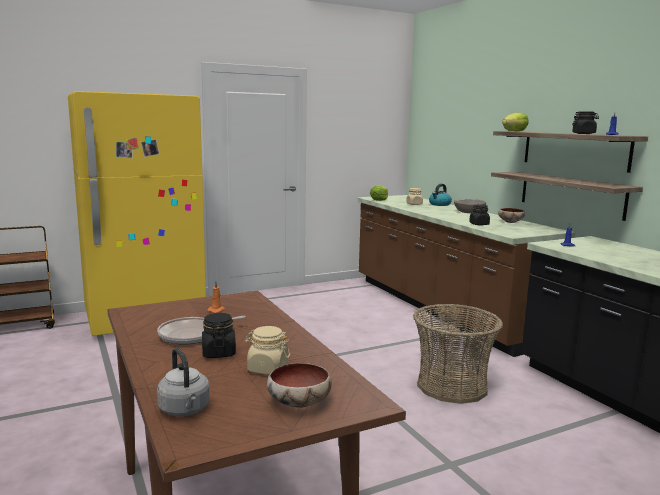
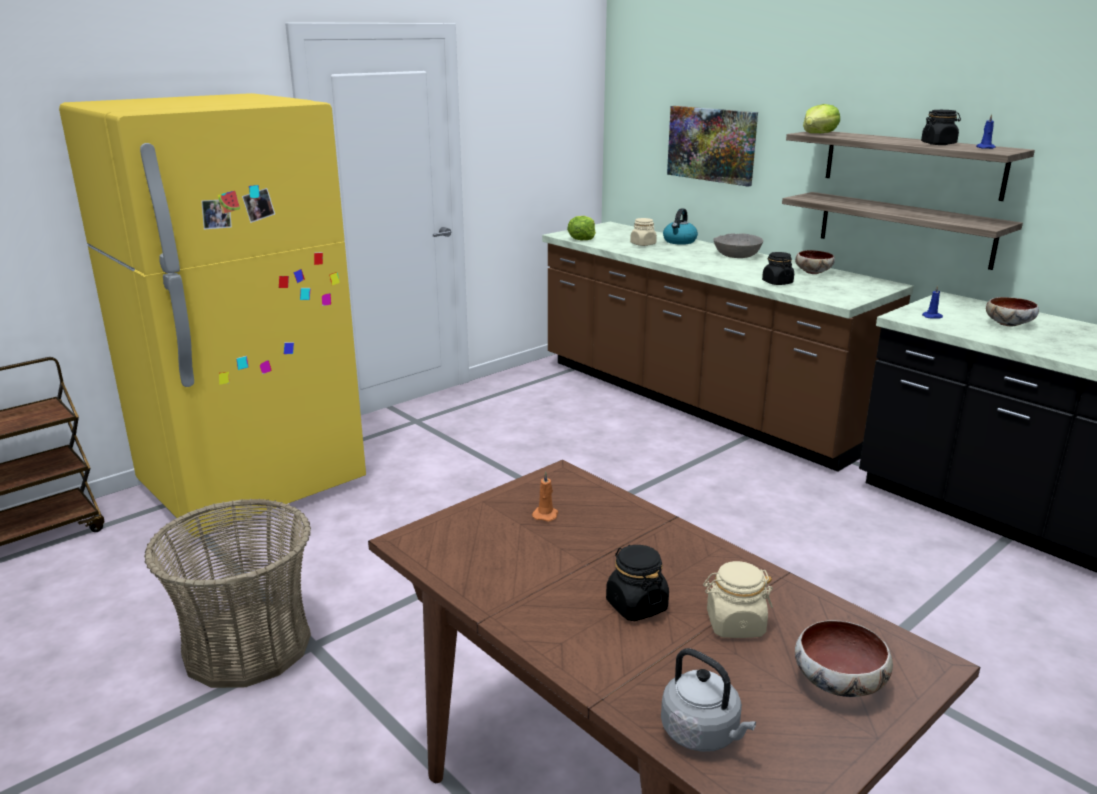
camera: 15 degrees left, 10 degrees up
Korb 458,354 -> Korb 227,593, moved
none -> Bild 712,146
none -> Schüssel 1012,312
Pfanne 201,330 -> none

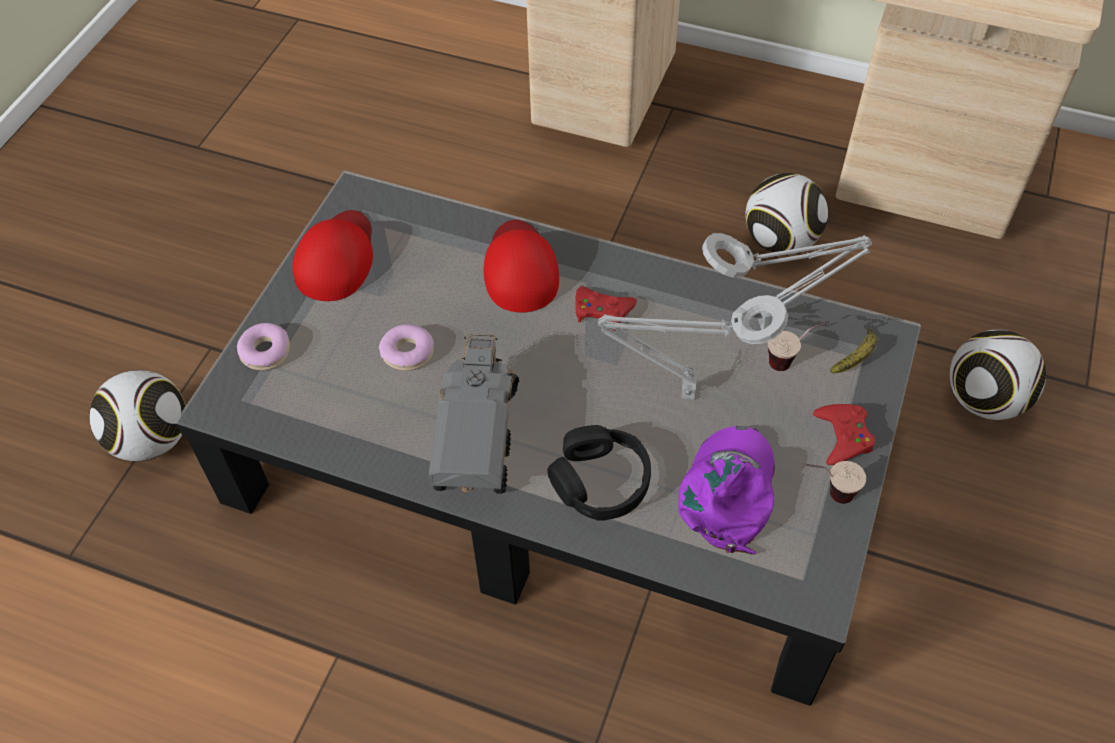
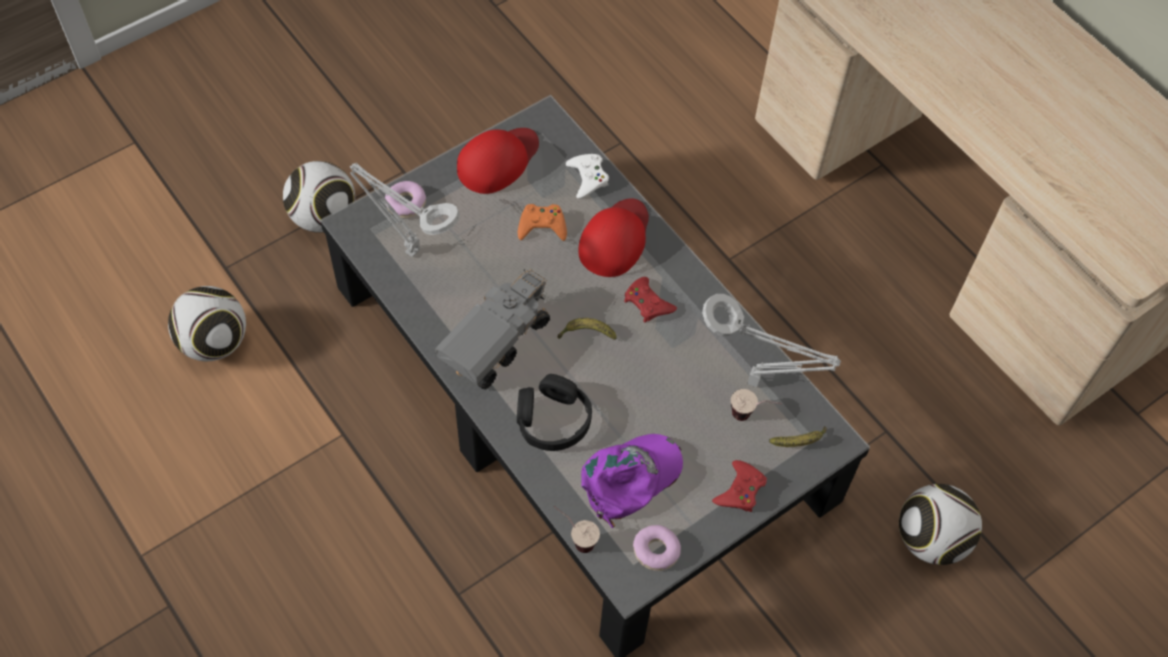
camera: 30 degrees right, 5 degrees up
Fußball 786,214 -> Fußball 207,323, moved
Tischlampe [grau] 693,347 -> Tischlampe [grau] 405,210, moved
none -> Gamepad [orange] 542,222
Tasse 835,482 -> Tasse 577,529, moved
none -> Banane 587,329
none -> Gamepad [weiß] 587,176
Donut 406,347 -> Donut 657,548, moved

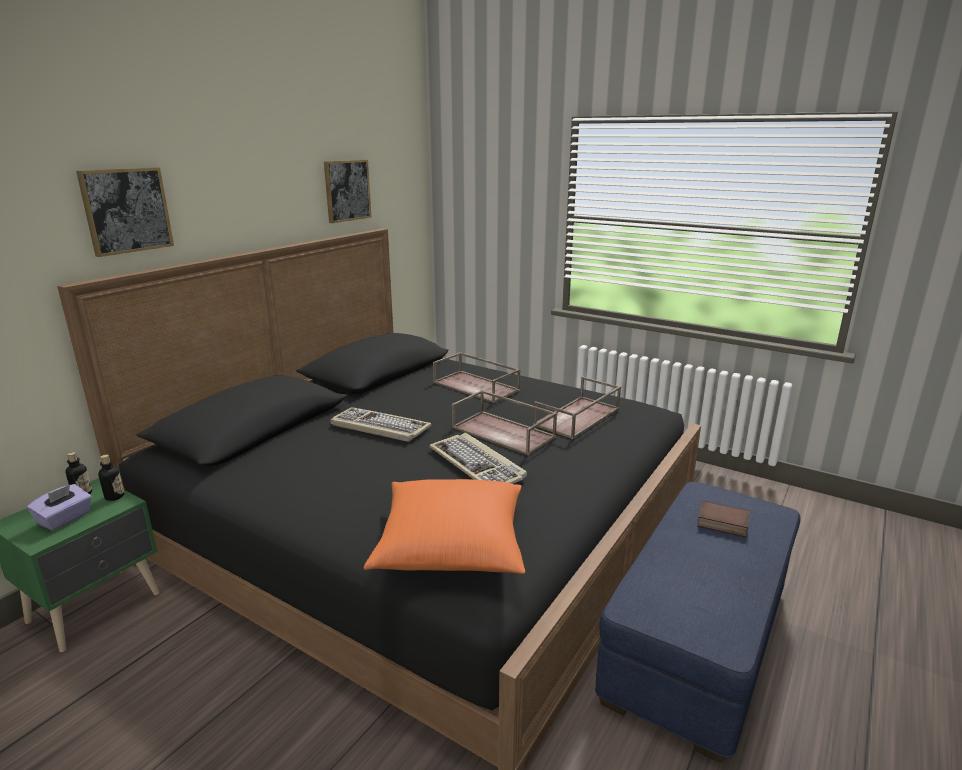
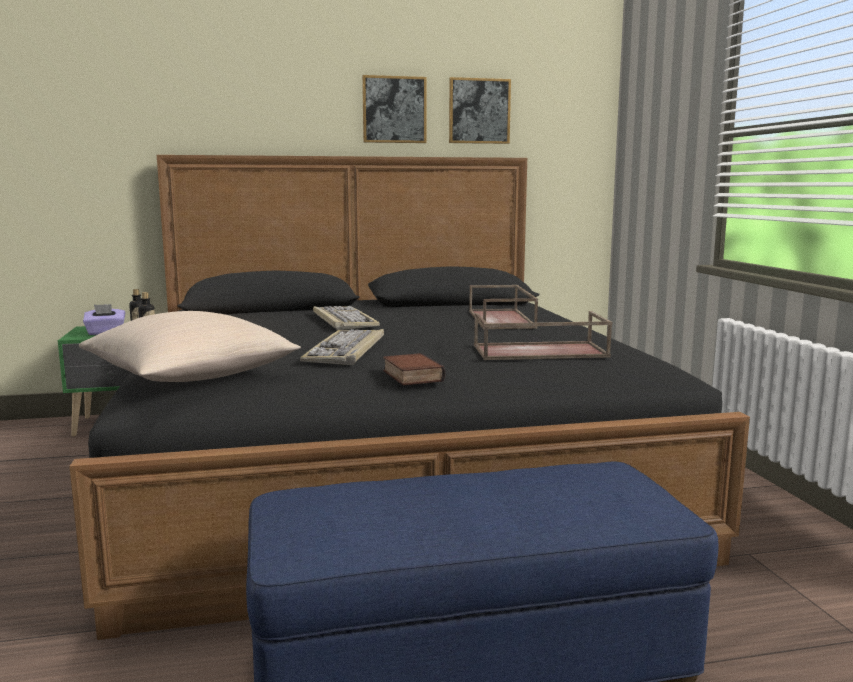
camera: 45 degrees right, 10 degrees down
Kissen [orange] 444,526 -> Kissen [beige] 190,346
Bild 125,212 -> Bild 394,109, moved
Buch 723,518 -> Buch 414,369, moved
Tablett [braun] 504,423 -> none

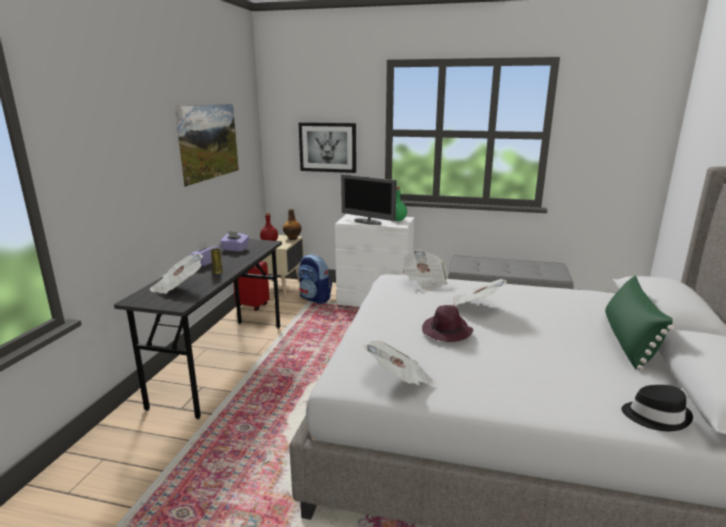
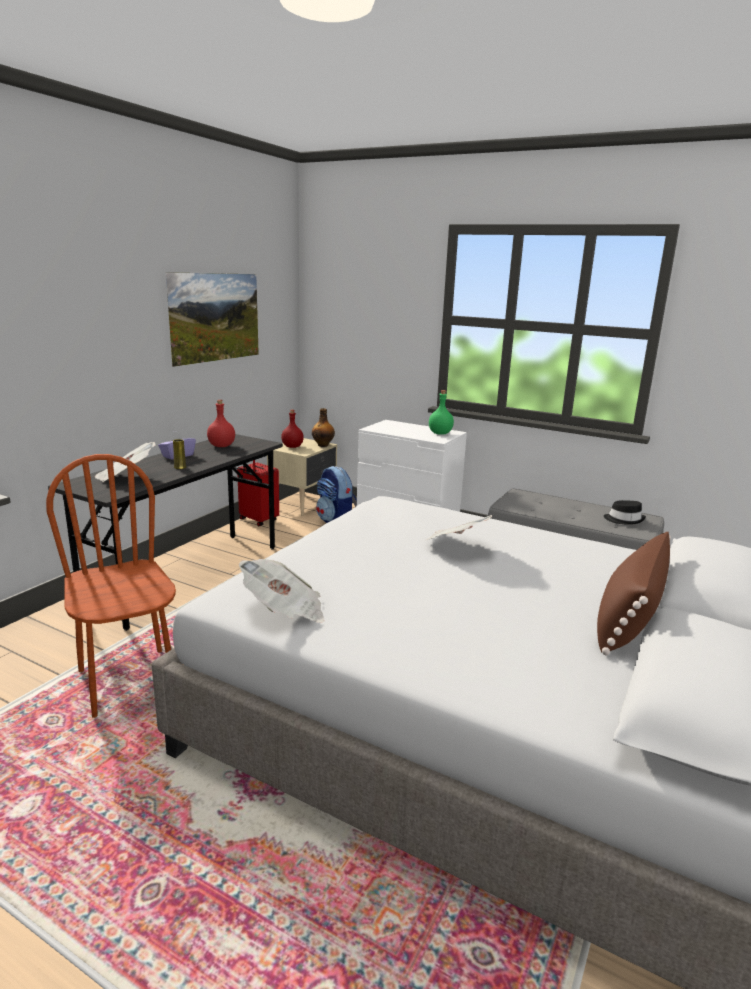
camera: 15 degrees right, 0 degrees up
none -> Stuhl [braun] 111,586
Taschentuchbox [lila] 234,241 -> Flasche [rot] 221,423
Kissen [grün] 639,323 -> Kissen [braun] 634,593
Hut [schwarz] 657,408 -> Hut [schwarz] 625,512, moved
Bild 327,147 -> none
Monitor 369,199 -> none
Zeitung 425,271 -> none
Hut [lila] 447,323 -> none

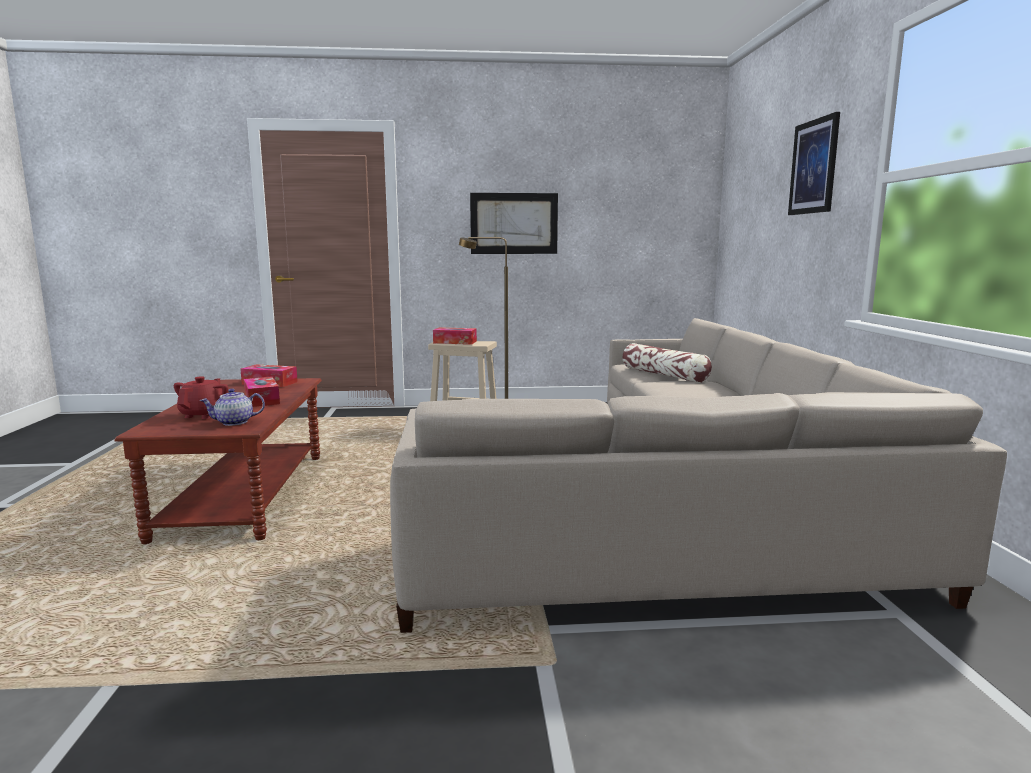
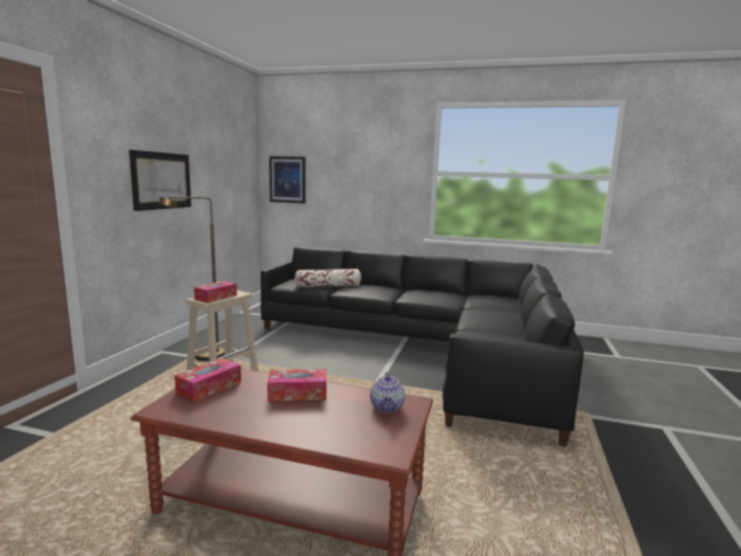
camera: 70 degrees left, 0 degrees up
Sofa [beige] 698,475 -> Sofa [schwarz] 422,347
Bild 814,163 -> Bild 287,180, moved
Teekanne [rot] 201,397 -> none

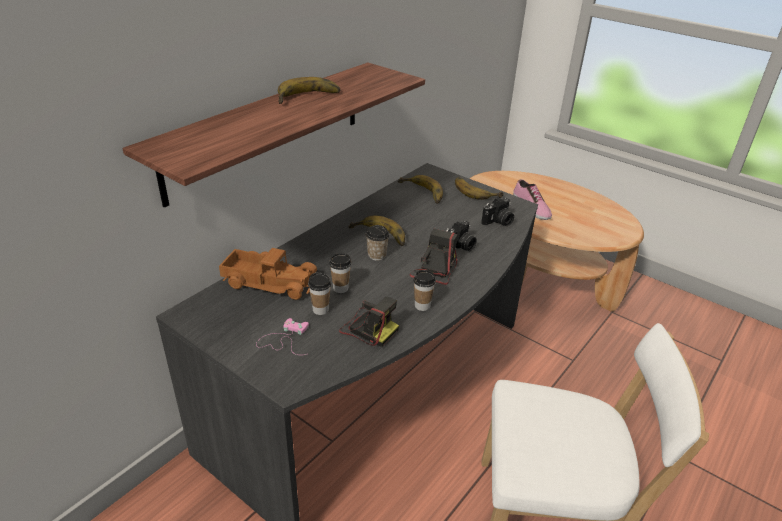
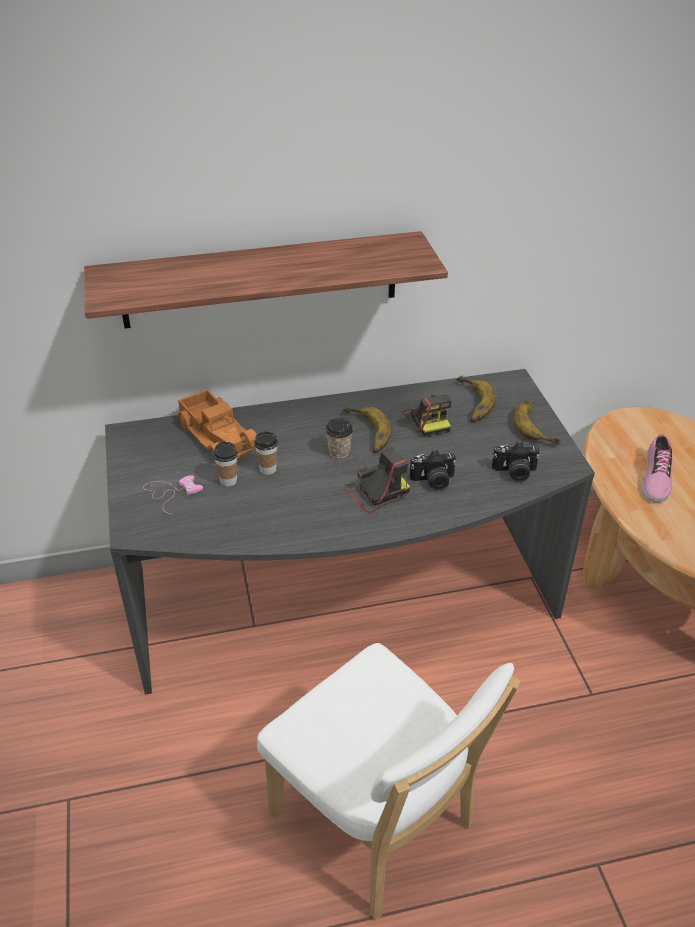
camera: 40 degrees right, 5 degrees up
Kamera 369,322 -> Kamera 427,415, moved
Banane 309,90 -> none
Tasse 424,290 -> none

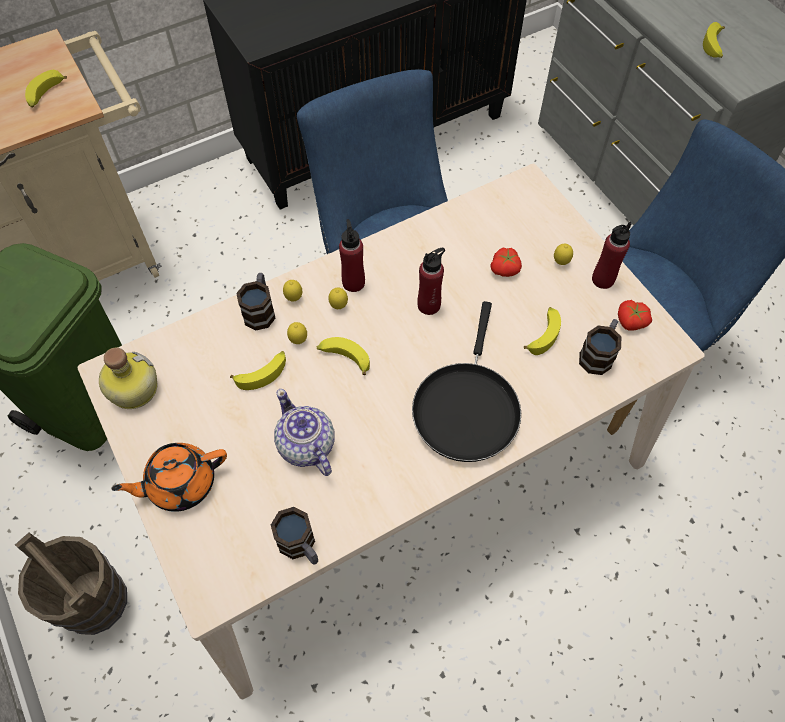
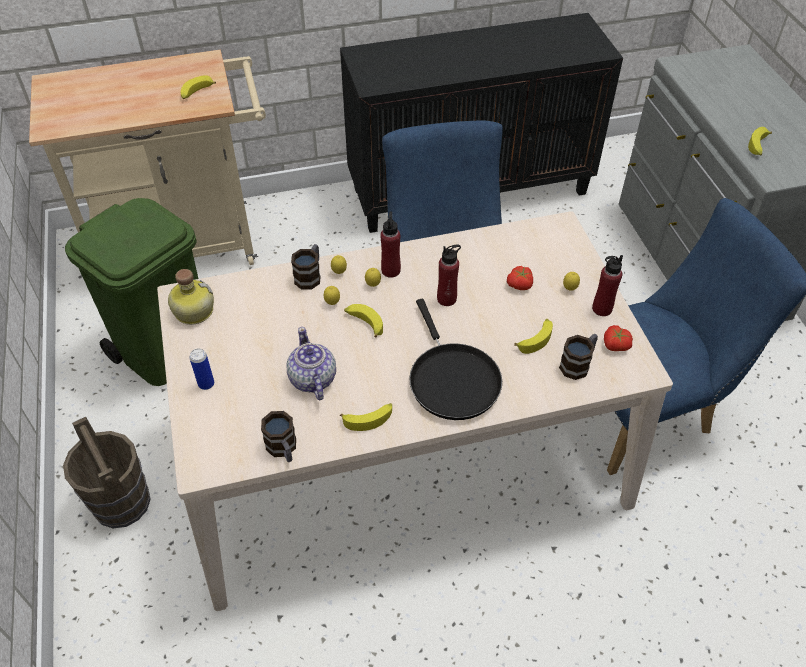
camera: 15 degrees right, 10 degrees down
Teekanne [orange] 169,477 -> Dose 201,369
Banane 258,370 -> Banane 366,417, moved
Pfanne [schwarz] 466,381 -> Pfanne [schwarz] 455,359, 45 degrees counterclockwise

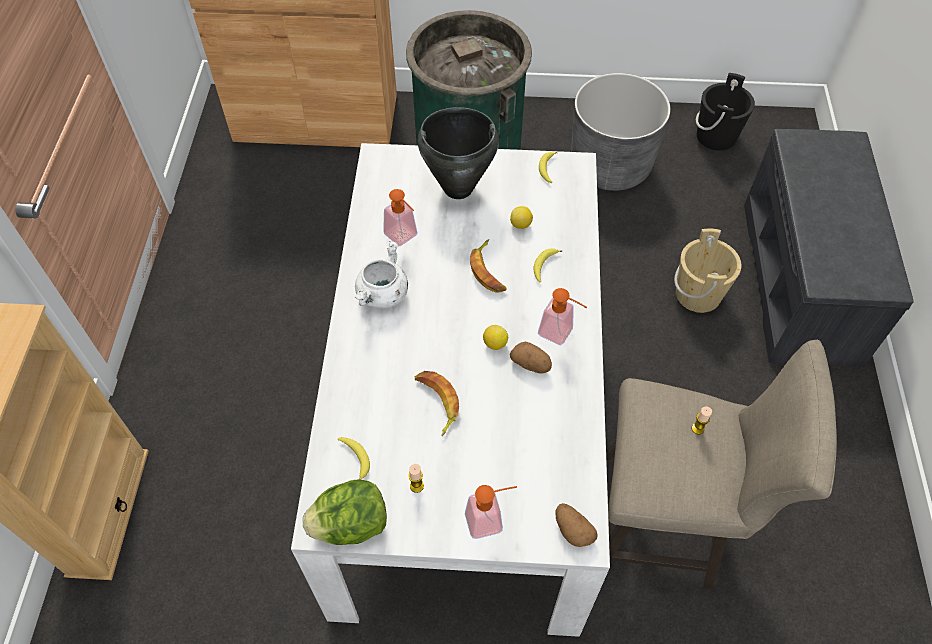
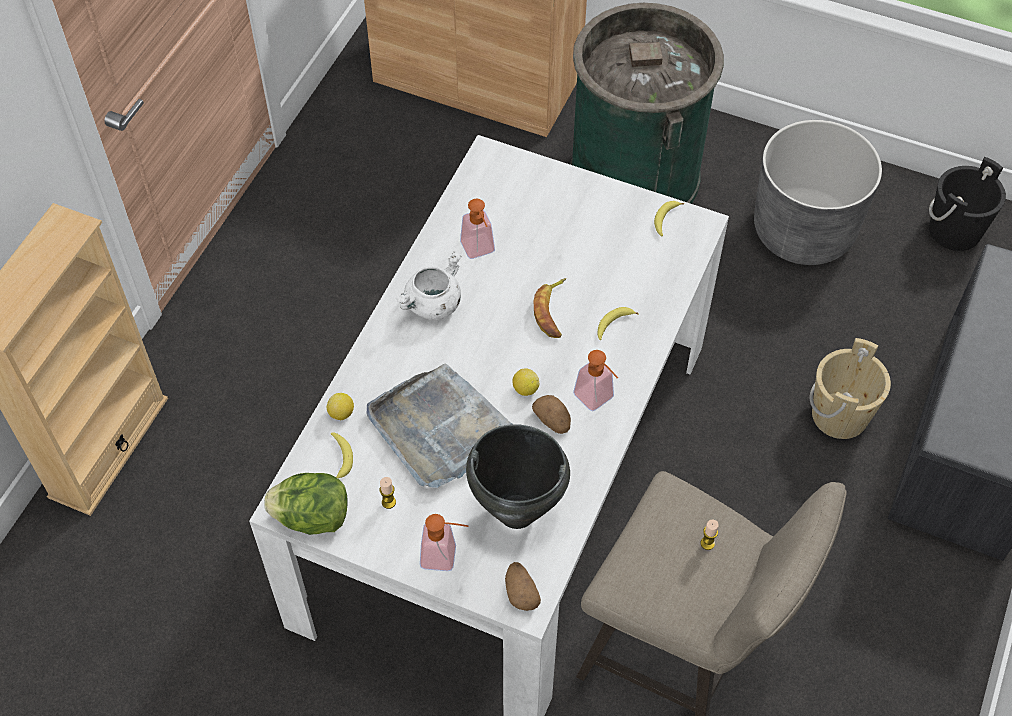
camera: 20 degrees right, 0 degrees up
Zitrone 521,217 -> Zitrone 340,406, moved
Banane 437,403 -> Tablett [grau] 439,426
Kochtopf [schwarz] 458,153 -> Kochtopf [schwarz] 518,476, moved

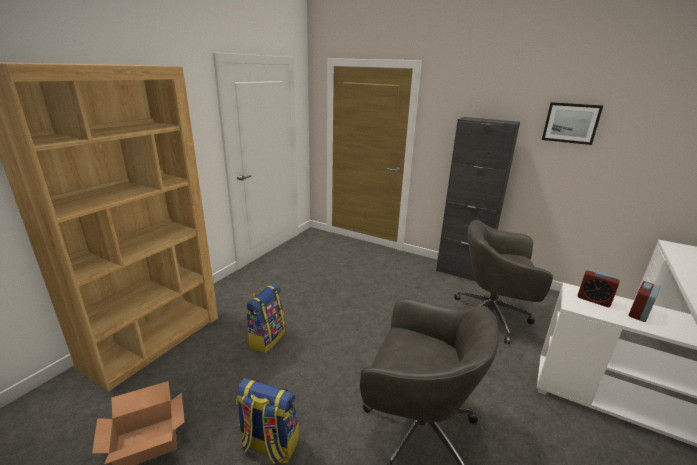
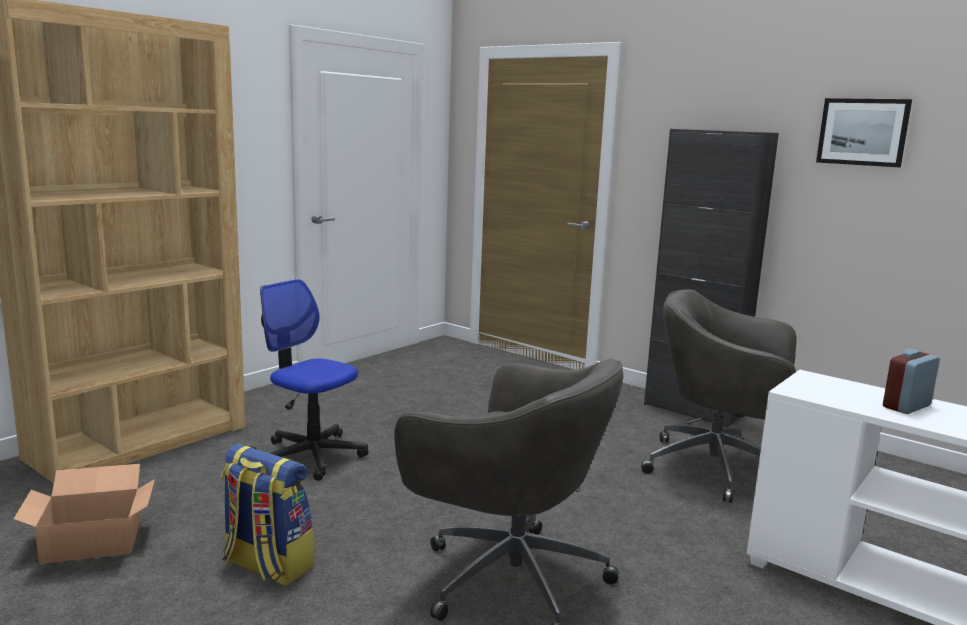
camera: 10 degrees right, 10 degrees down
Rucksack 265,318 -> Bürostuhl 314,380
Wecker 599,288 -> none

